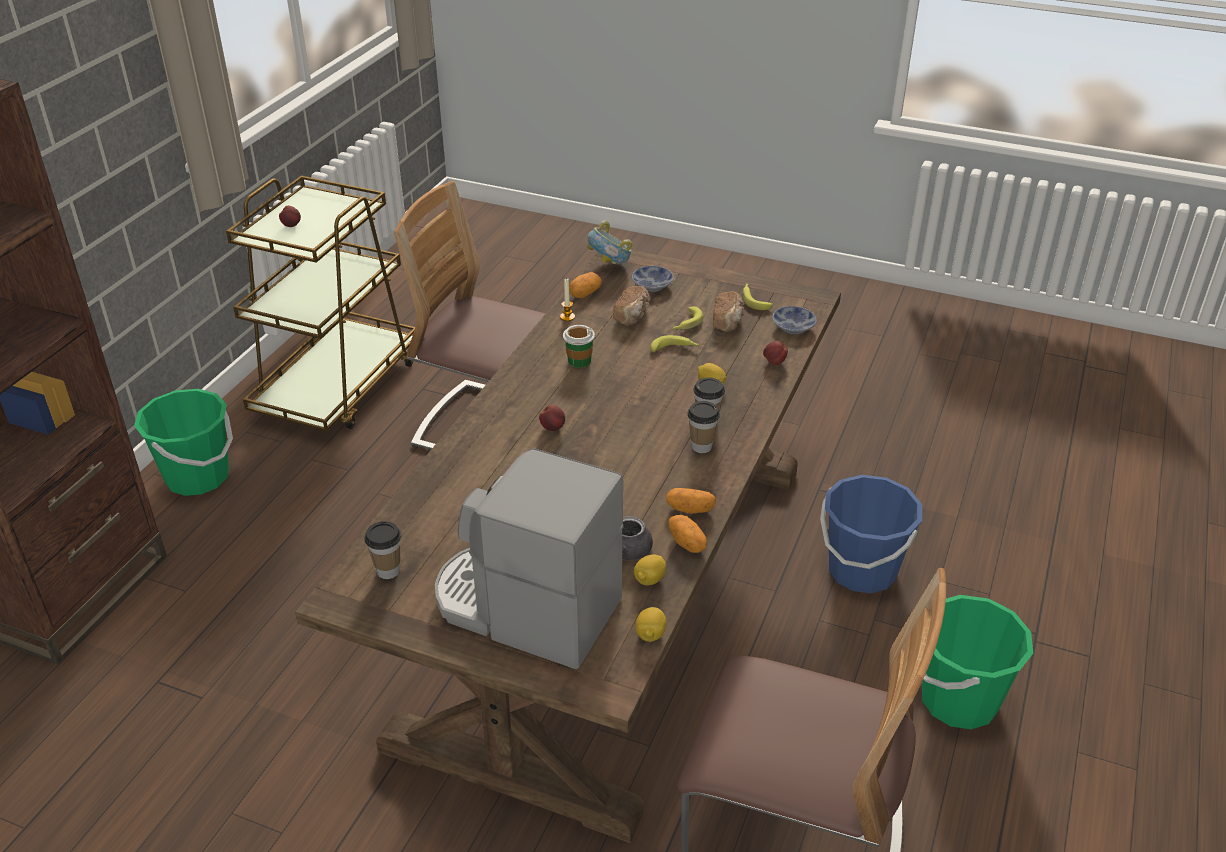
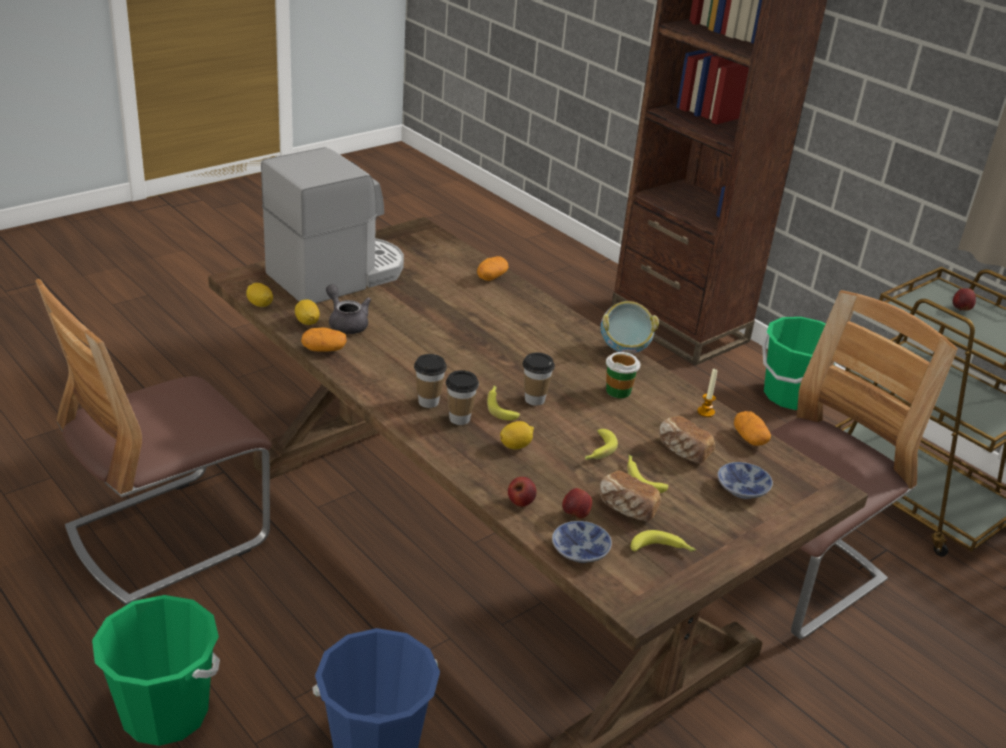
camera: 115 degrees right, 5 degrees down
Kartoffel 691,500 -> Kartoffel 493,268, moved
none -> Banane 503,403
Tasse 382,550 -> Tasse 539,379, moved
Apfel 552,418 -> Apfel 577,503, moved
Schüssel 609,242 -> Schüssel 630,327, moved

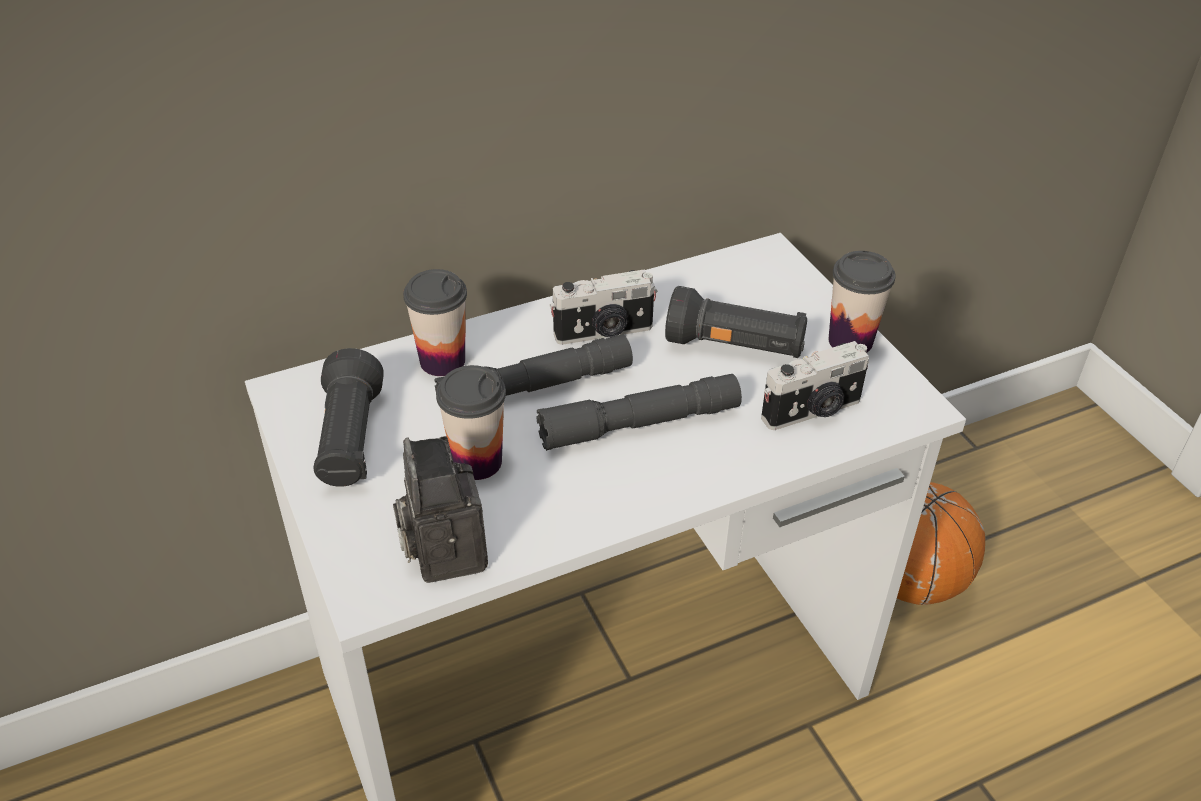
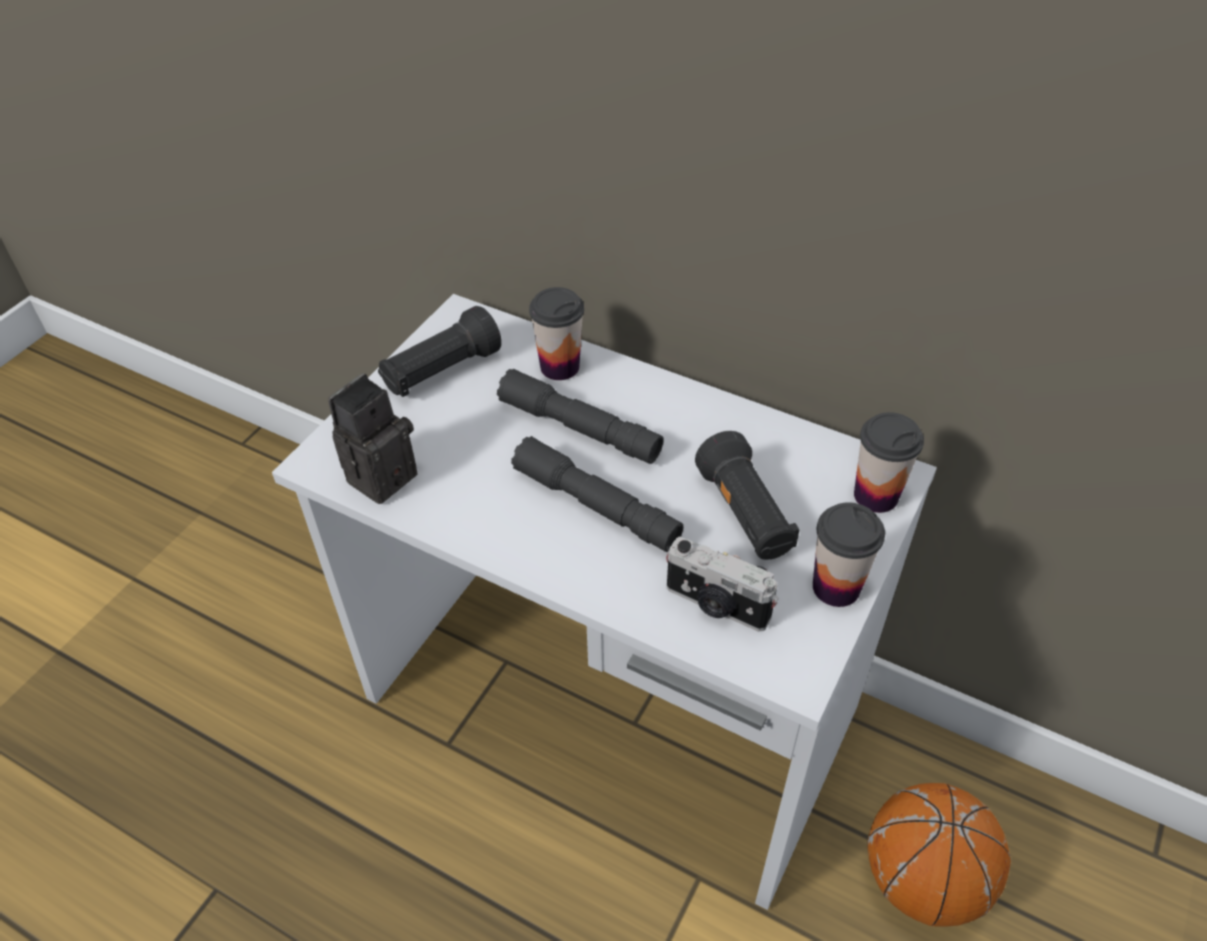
camera: 55 degrees right, 5 degrees up
Tasse 471,422 -> Tasse 889,462, moved
Kamera 603,307 -> none

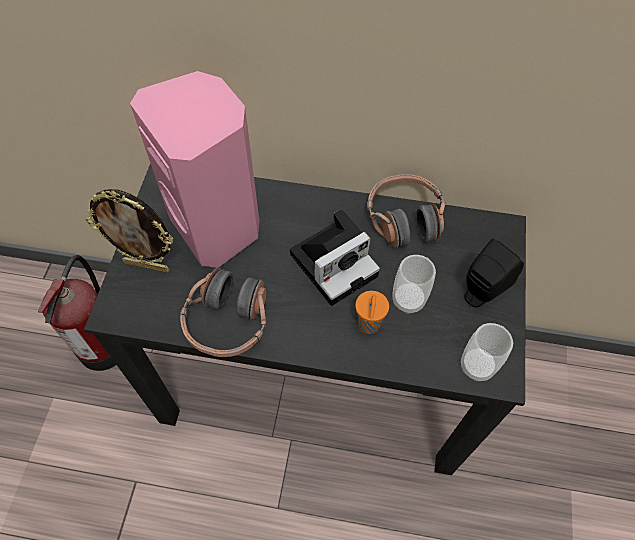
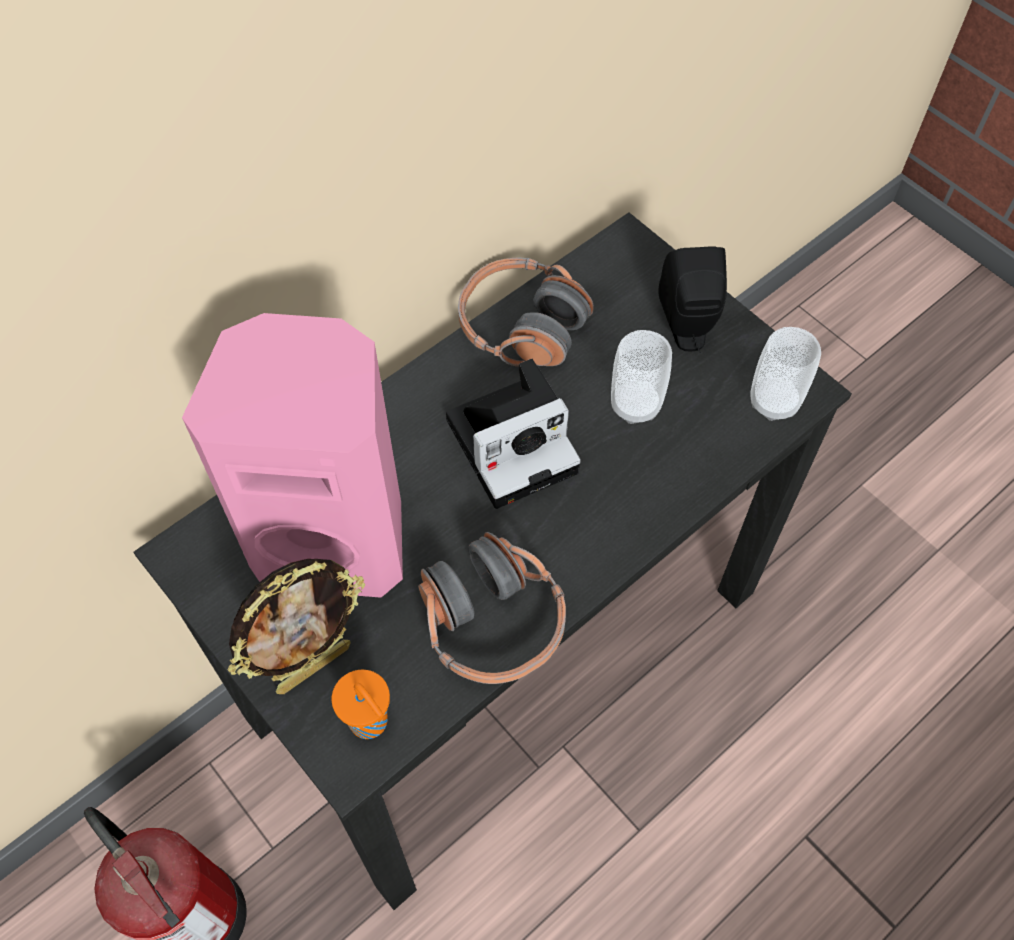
camera: 50 degrees left, 0 degrees up
Tasse [orange] 372,312 -> Tasse [orange] 361,704, moved
Kamera 335,257 -> Kamera 513,434, 60 degrees clockwise

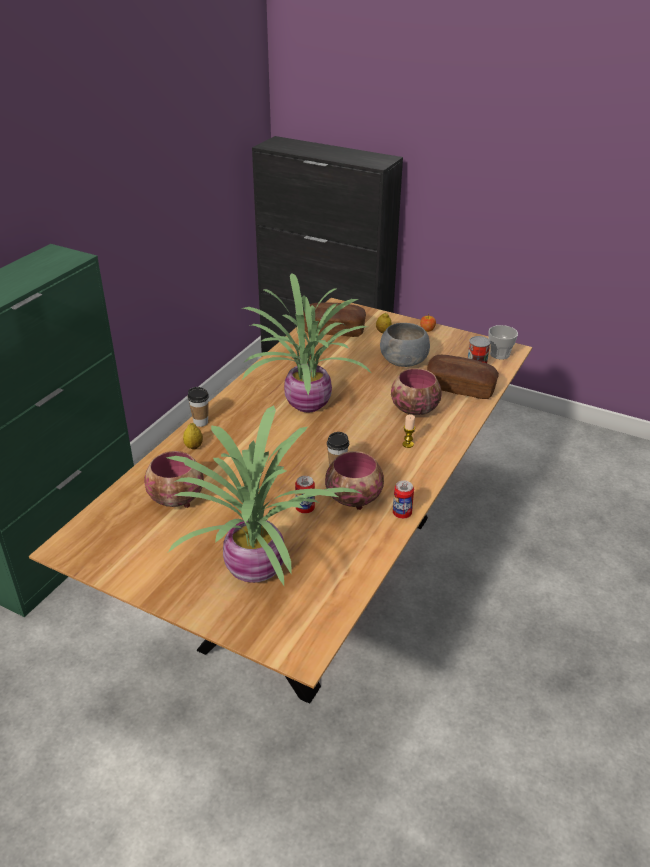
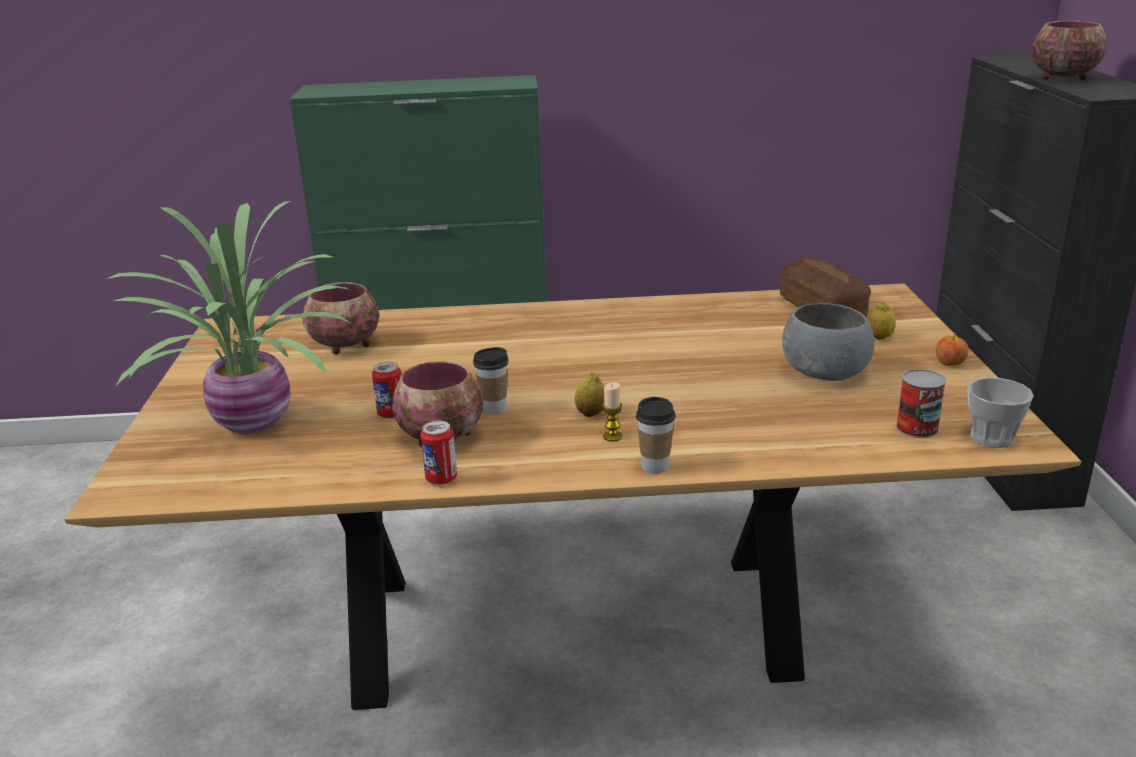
camera: 60 degrees right, 10 degrees down
Zitrone 193,436 -> Zitrone 589,394, moved
Tasse 198,407 -> Tasse 656,435, moved
Schüssel 416,391 -> Schüssel 1069,50, moved
Topfpflanze 307,343 -> none
Brot 463,377 -> none

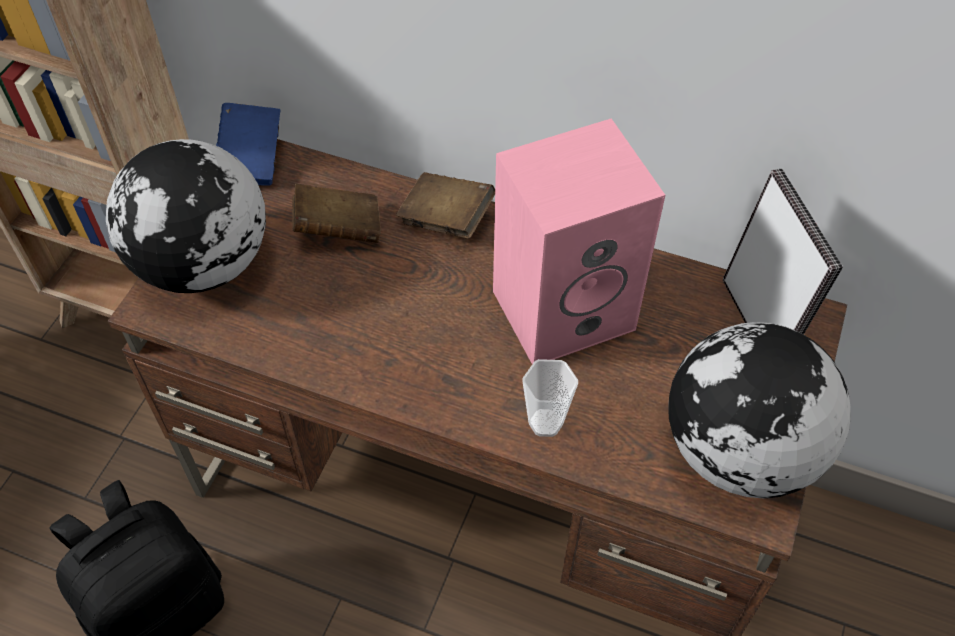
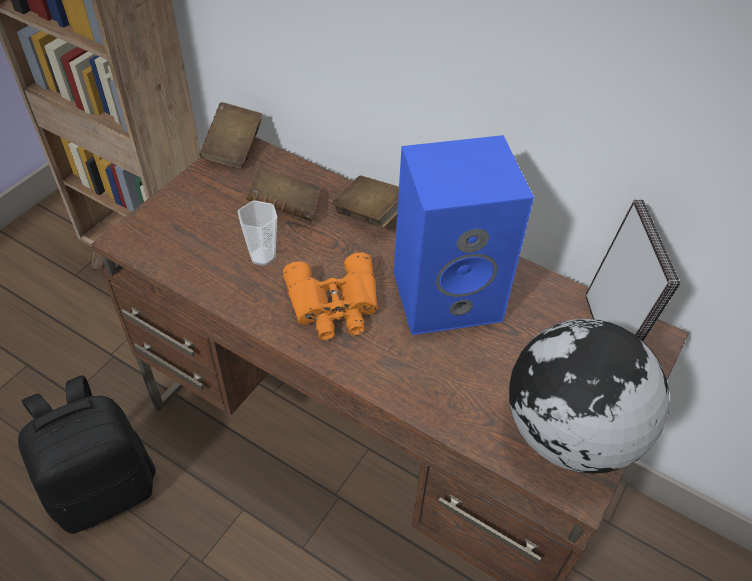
camera: 10 degrees right, 5 degrees down
Buch [blau] 248,144 -> Buch [braun] 231,135
Tasse 550,398 -> Tasse 257,233, moved
none -> Fernglas [orange] 330,296
Lautsprecher [rosa] 579,241 -> Lautsprecher [blau] 463,235
Globus 186,216 -> none

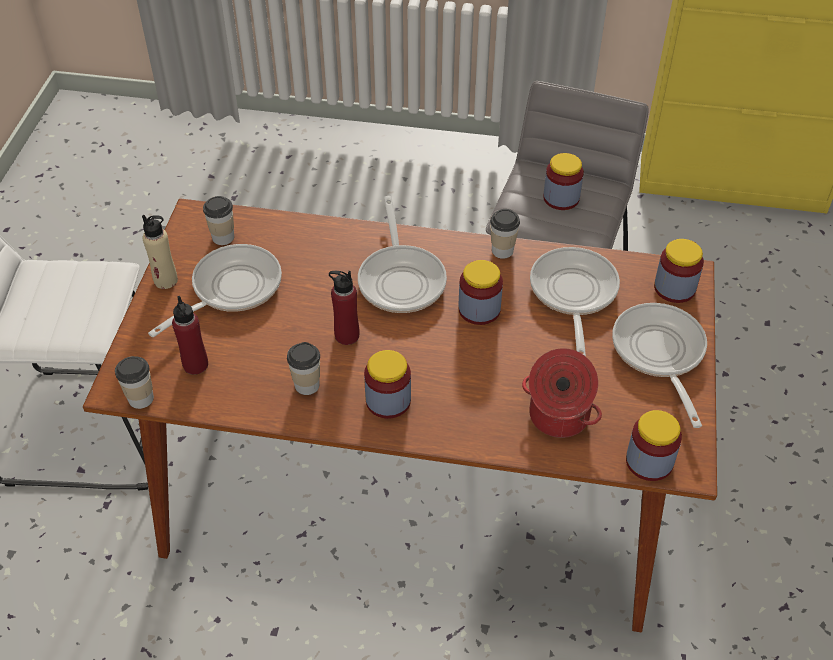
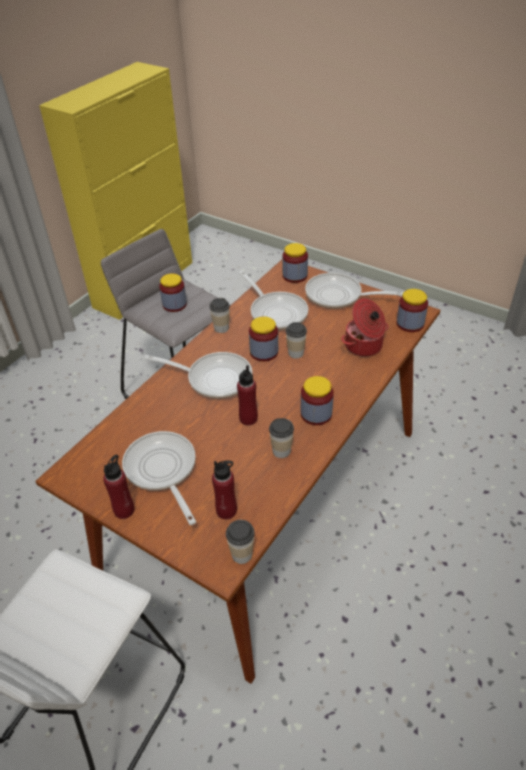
camera: 65 degrees left, 5 degrees down
Flasche [beige] 160,252 -> Flasche [rot] 118,486
Pfanne 575,301 -> Pfanne 273,300, 150 degrees counterclockwise
Tasse 218,220 -> Tasse 296,340, moved

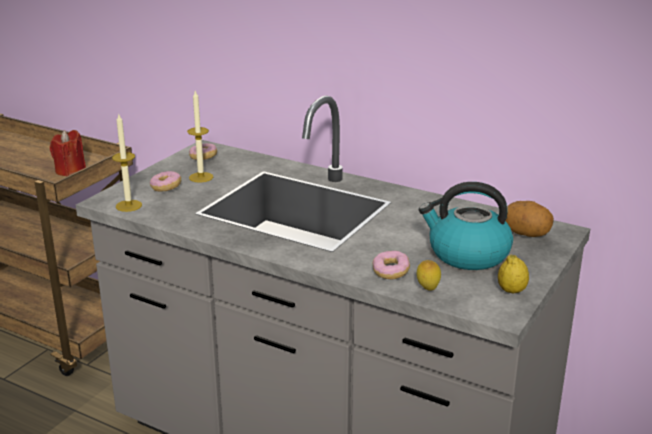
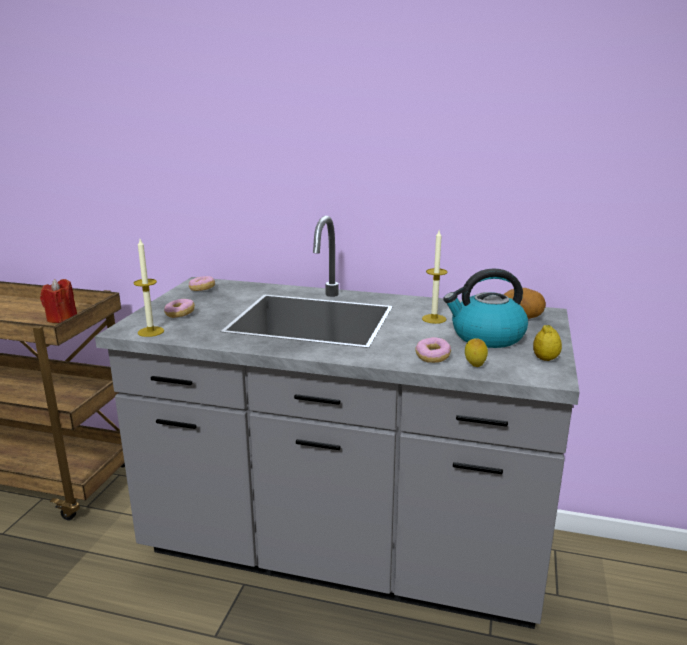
camera: 15 degrees left, 5 degrees down
Kerze 200,137 -> Kerze 435,277, moved

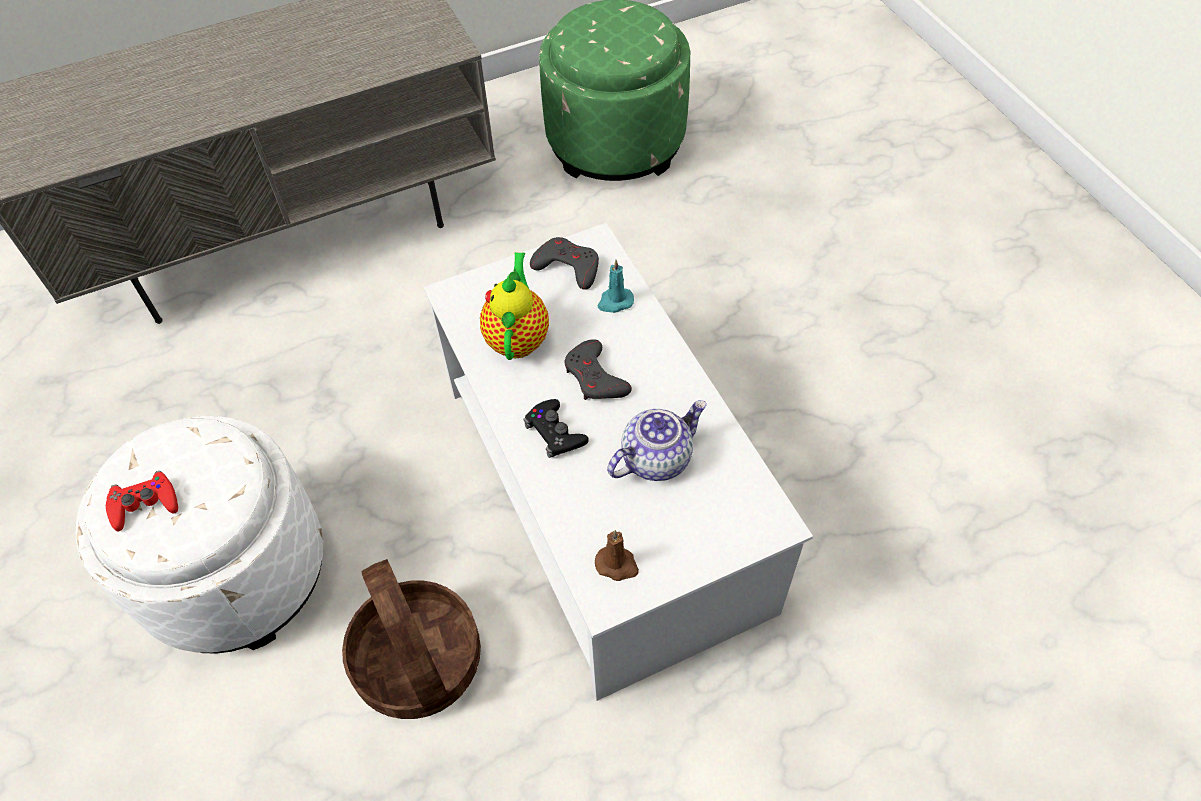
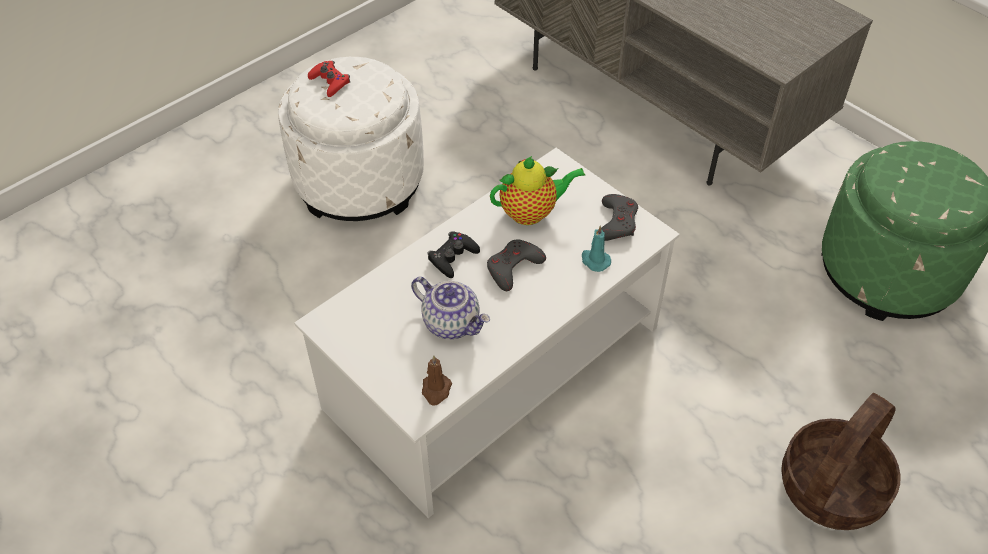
camera: 70 degrees right, 5 degrees down
Kerze [braun] 617,555 -> Kerze [braun] 437,380, moved
Korb 411,639 -> Korb 841,461, moved

